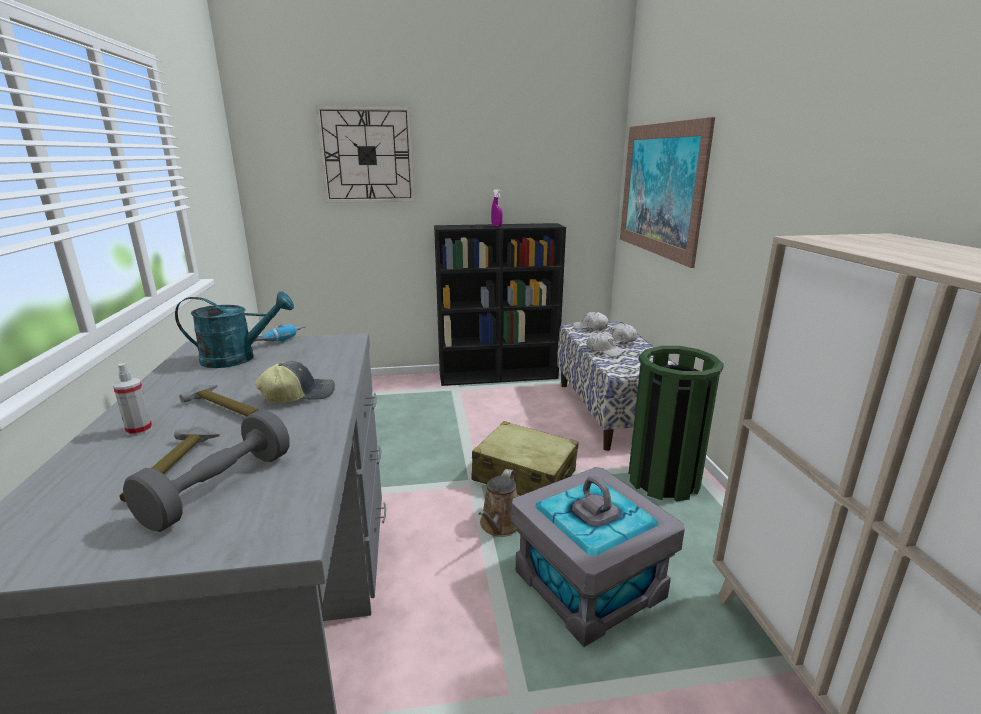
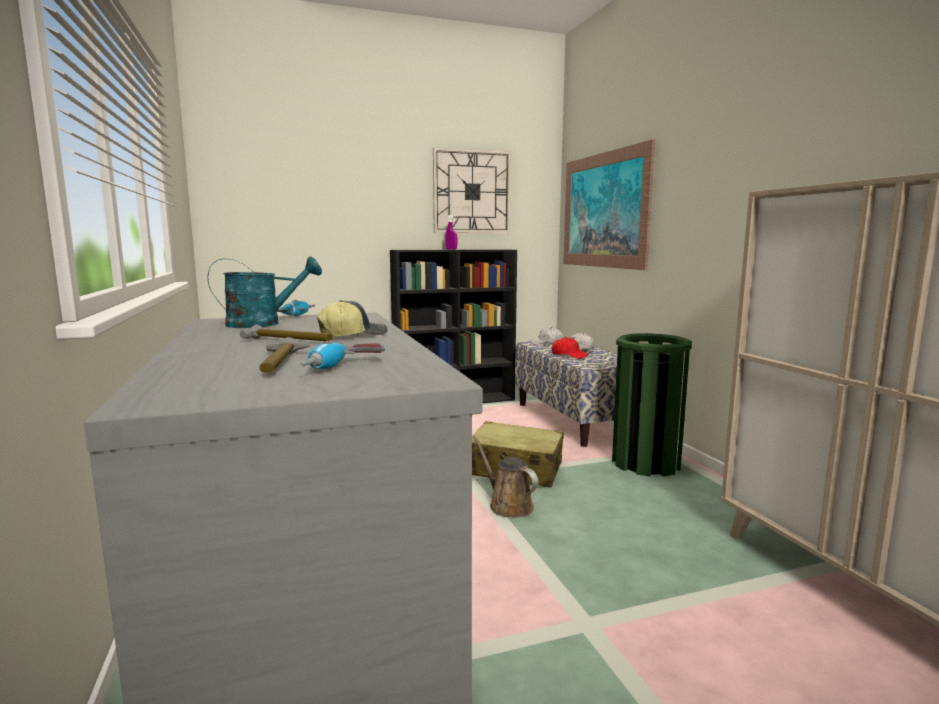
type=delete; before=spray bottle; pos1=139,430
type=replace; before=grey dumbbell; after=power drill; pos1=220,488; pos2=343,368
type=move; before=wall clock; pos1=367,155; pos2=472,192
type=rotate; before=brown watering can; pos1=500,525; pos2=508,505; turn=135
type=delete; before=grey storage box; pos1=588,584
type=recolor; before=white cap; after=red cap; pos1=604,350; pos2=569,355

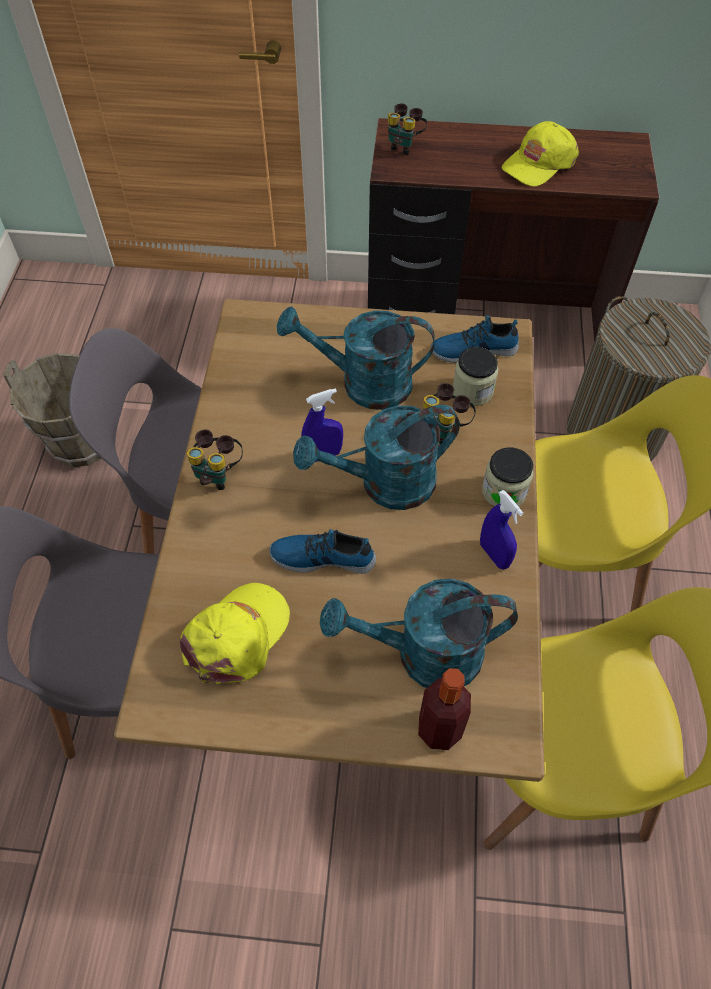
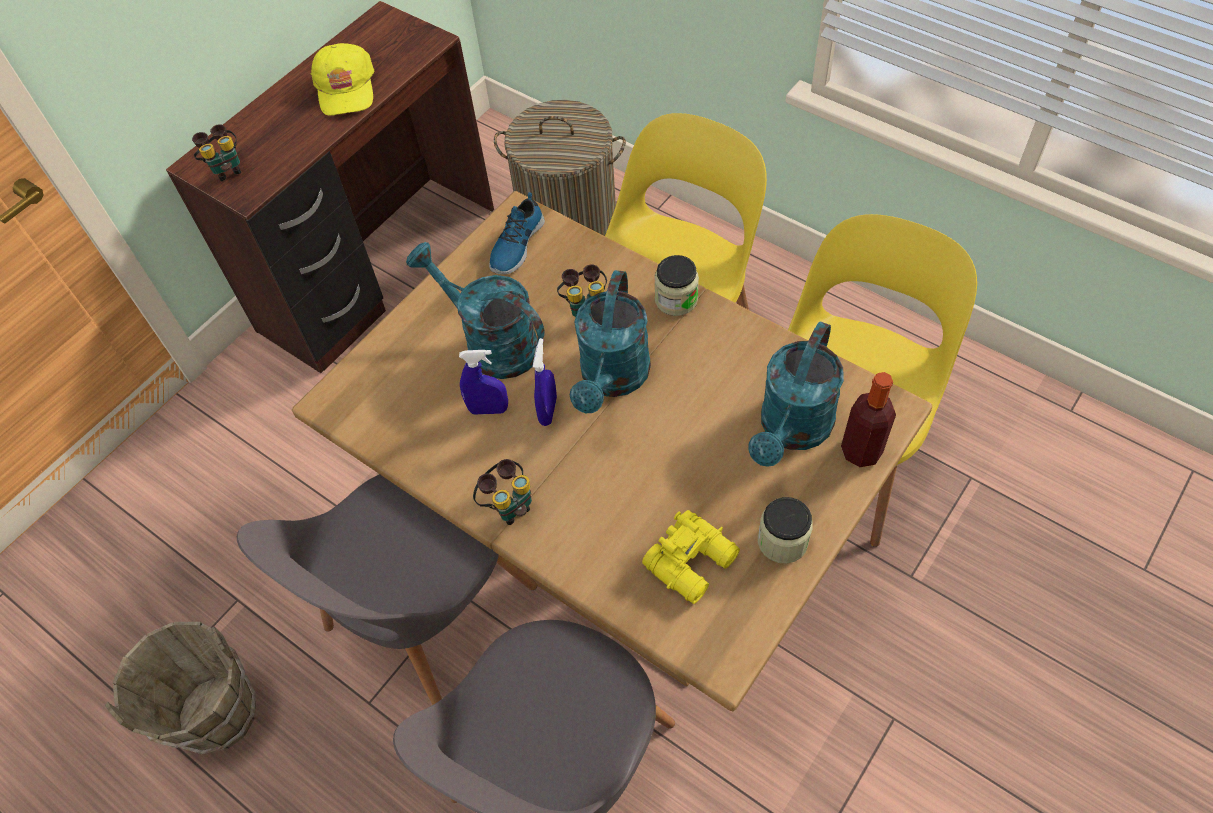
type=replace; before=yellow cap; after=yellow binoculars; pos1=237,636; pos2=693,562
type=delete; before=shoe; pos1=323,556
type=rotate; before=turquoise watering can; pos1=363,384; pos2=491,343; turn=90
type=move; before=jar; pos1=472,390; pos2=782,541
type=move; before=blue spray bottle; pos1=494,555; pos2=488,409

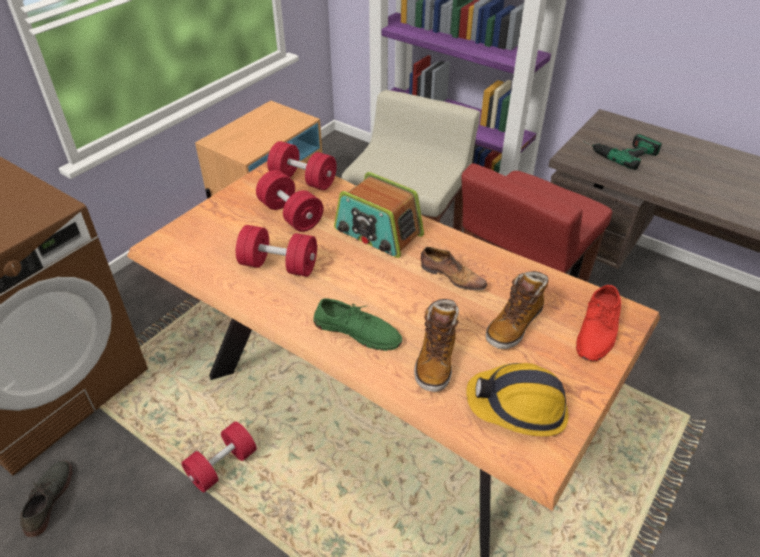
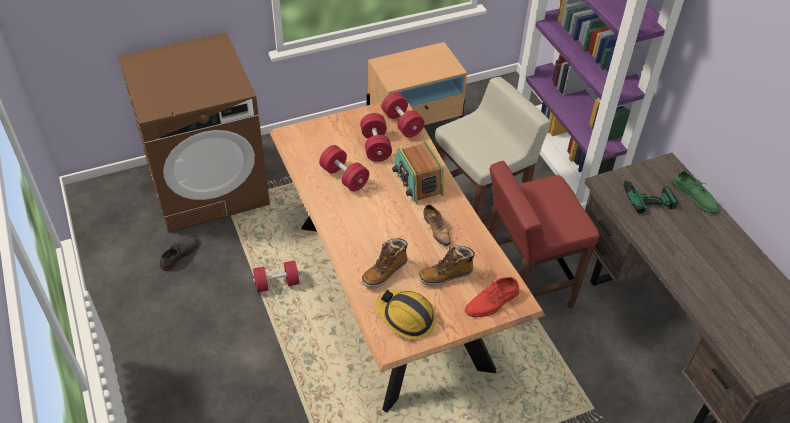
type=move; before=green shoe; pos1=357,331; pos2=694,196

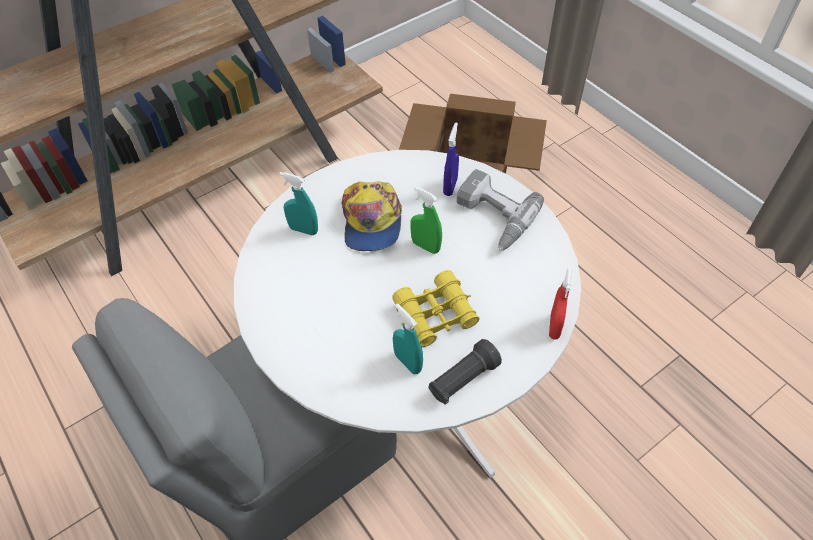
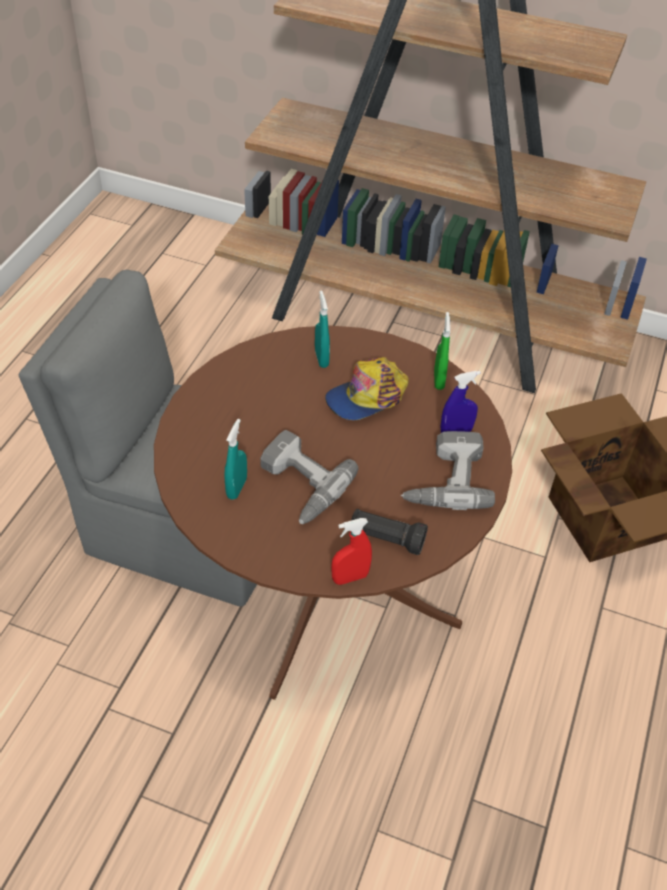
type=recolor; before=white dining table; after=brown dining table; pos1=409,379; pos2=327,580
type=replace; before=yellow binoculars; after=power drill; pos1=435,315; pos2=299,485
type=move; before=green spray bottle; pos1=425,246; pos2=439,380
type=move; before=black flashlight; pos1=462,379; pos2=386,539

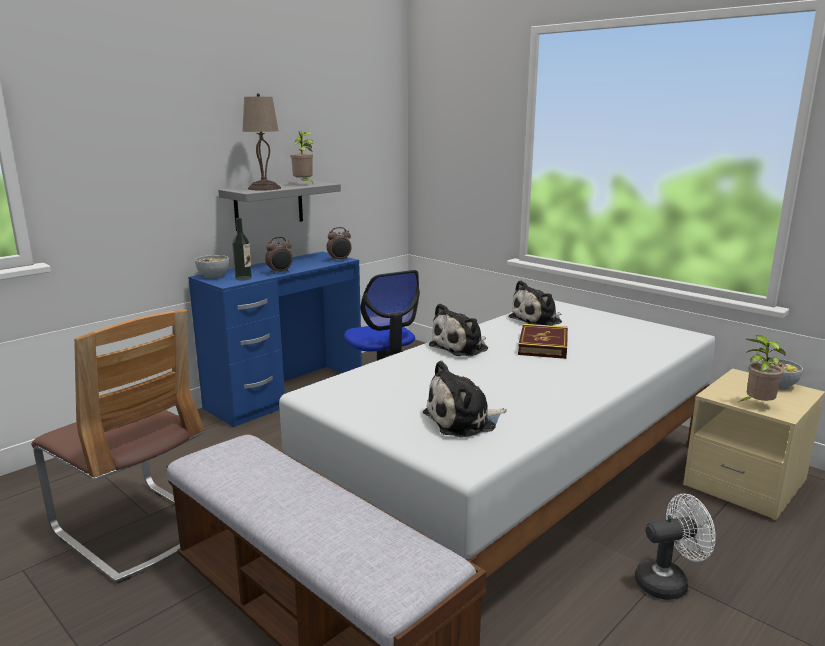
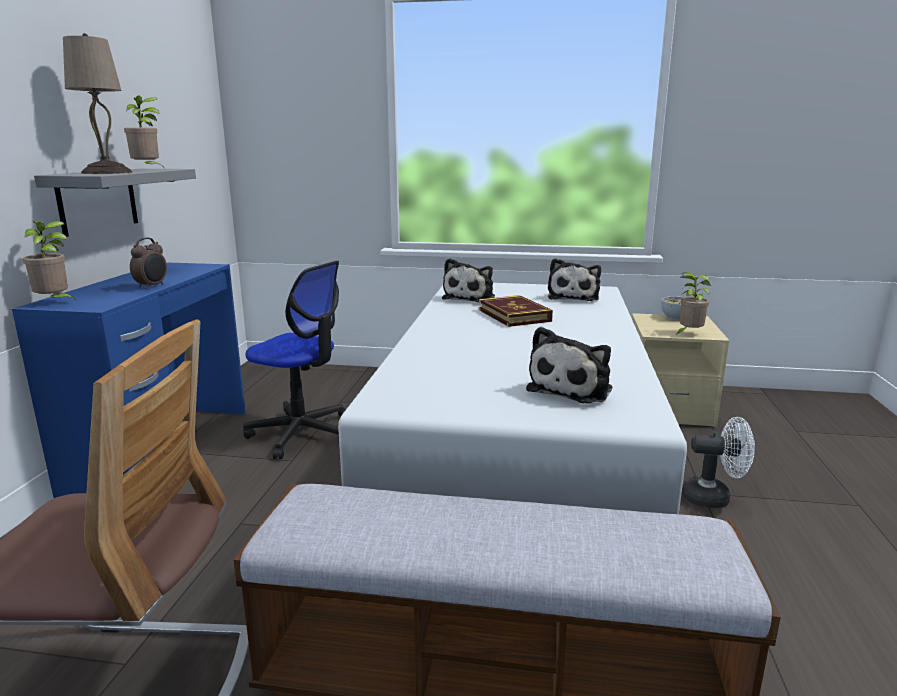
type=replace; before=bowl; after=potted plant; pos1=213,276; pos2=55,302
type=delete; before=bottle; pos1=243,278
type=delete; before=alarm clock; pos1=339,260
type=move; before=plush toy; pos1=461,347; pos2=573,297
type=rotate; before=white fan; pos1=668,582; pos2=714,497; turn=60

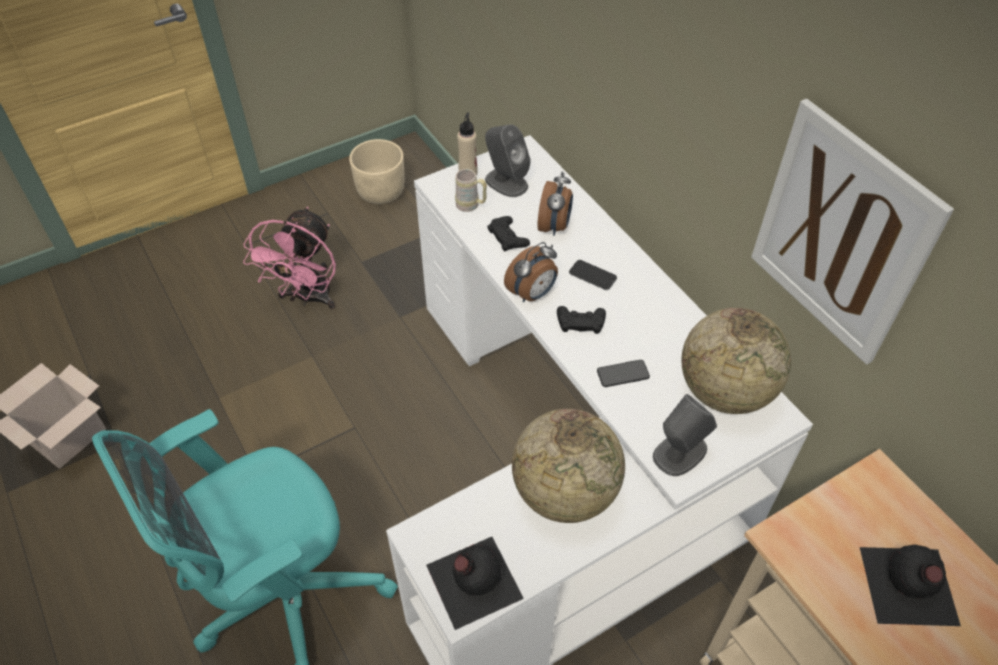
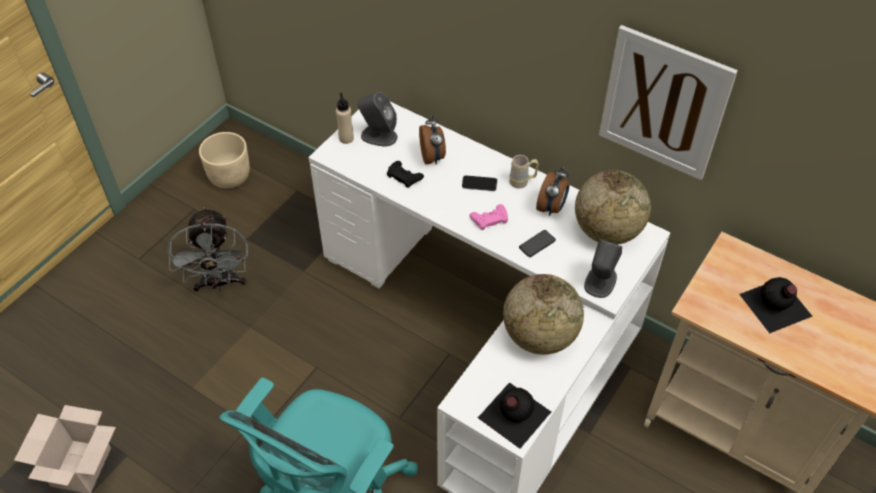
type=recolor; before=pink fan; after=grey fan; pos1=308,298; pos2=220,283
type=move; before=beige mug; pos1=471,206; pos2=522,182
type=move; before=alarm clock; pos1=532,294; pos2=552,208
type=recolor; before=black game controller; after=pink game controller; pos1=580,322; pos2=489,219

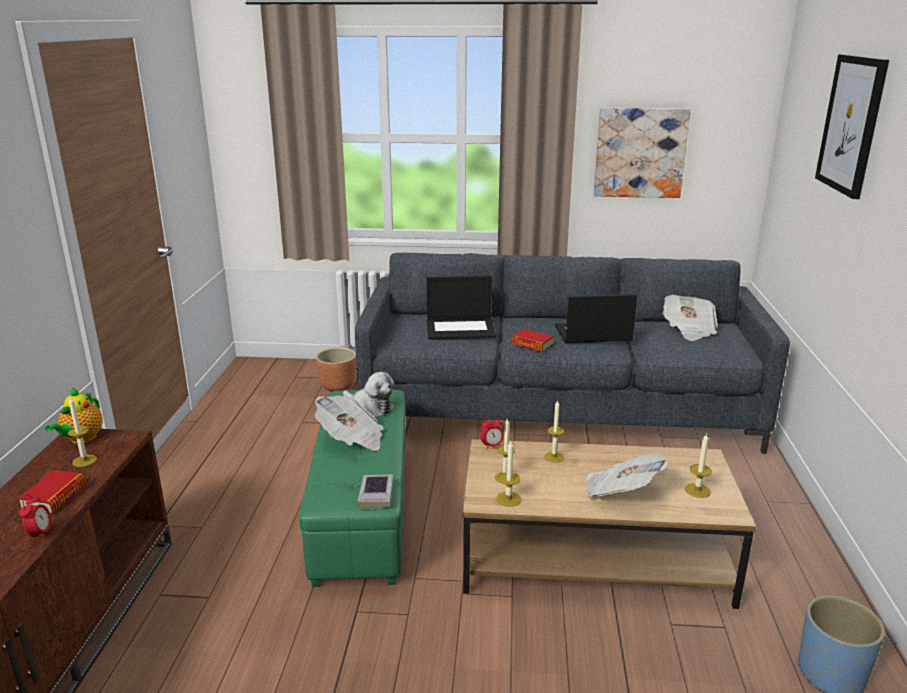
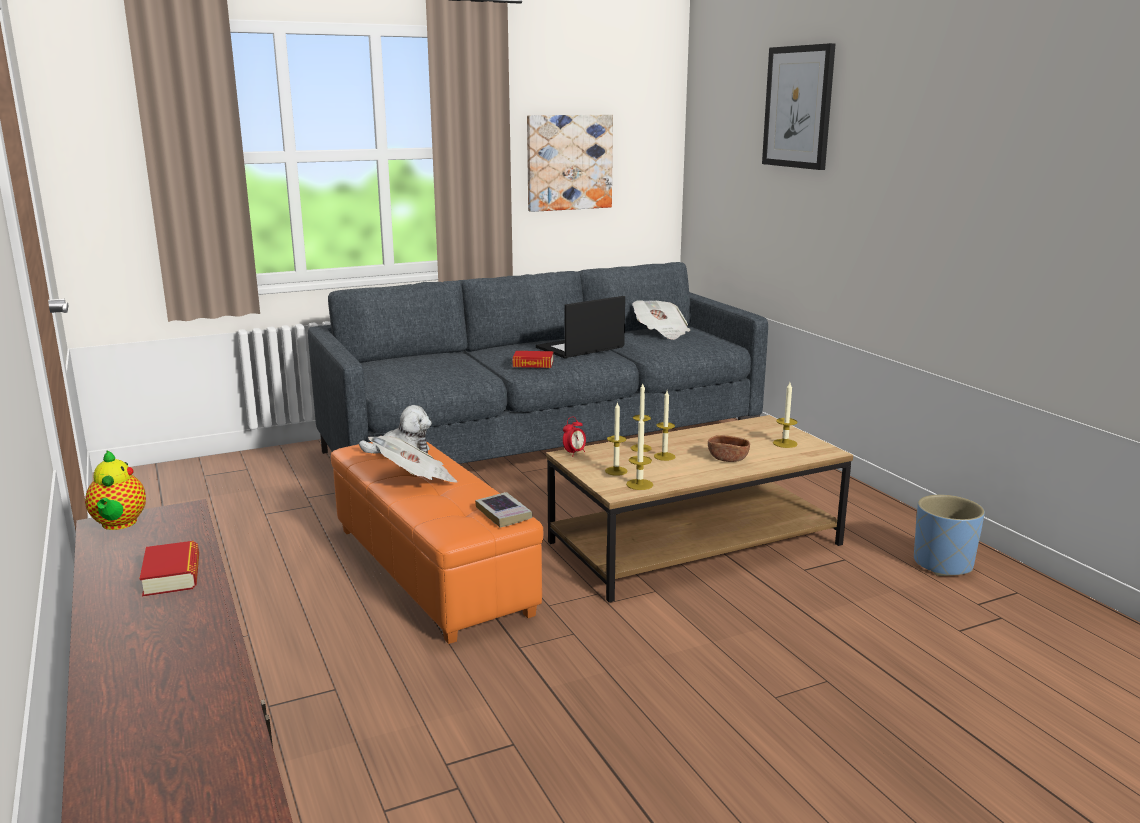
type=delete; before=alarm clock; pos1=40,534
type=move; before=candle; pos1=84,461; pos2=664,456
type=recolor; before=green ottoman; after=orange ottoman; pos1=361,510; pos2=429,569
type=delete; before=brown planter; pos1=338,386
type=delete; before=laptop; pos1=461,329
type=replace; before=newspaper; after=brown bowl; pos1=620,492; pos2=728,458

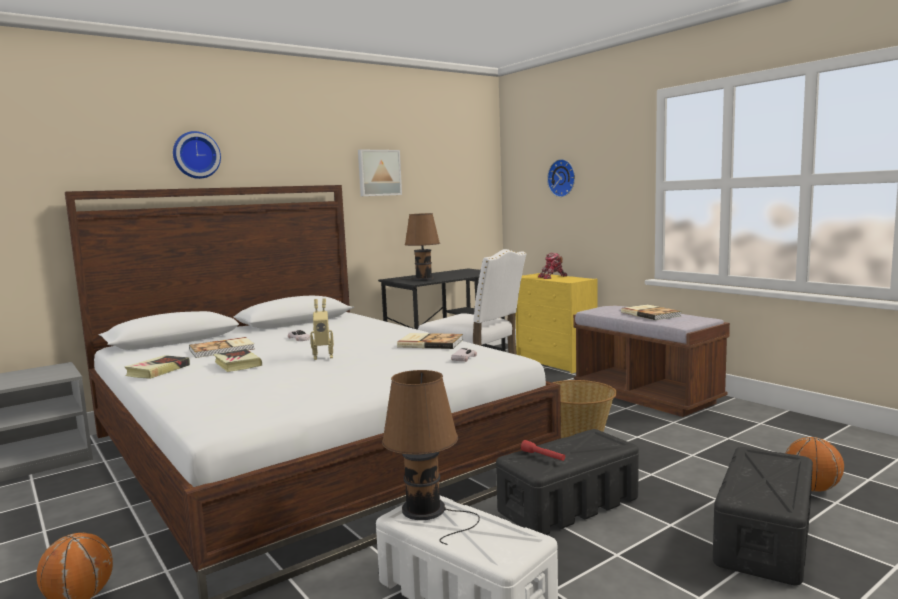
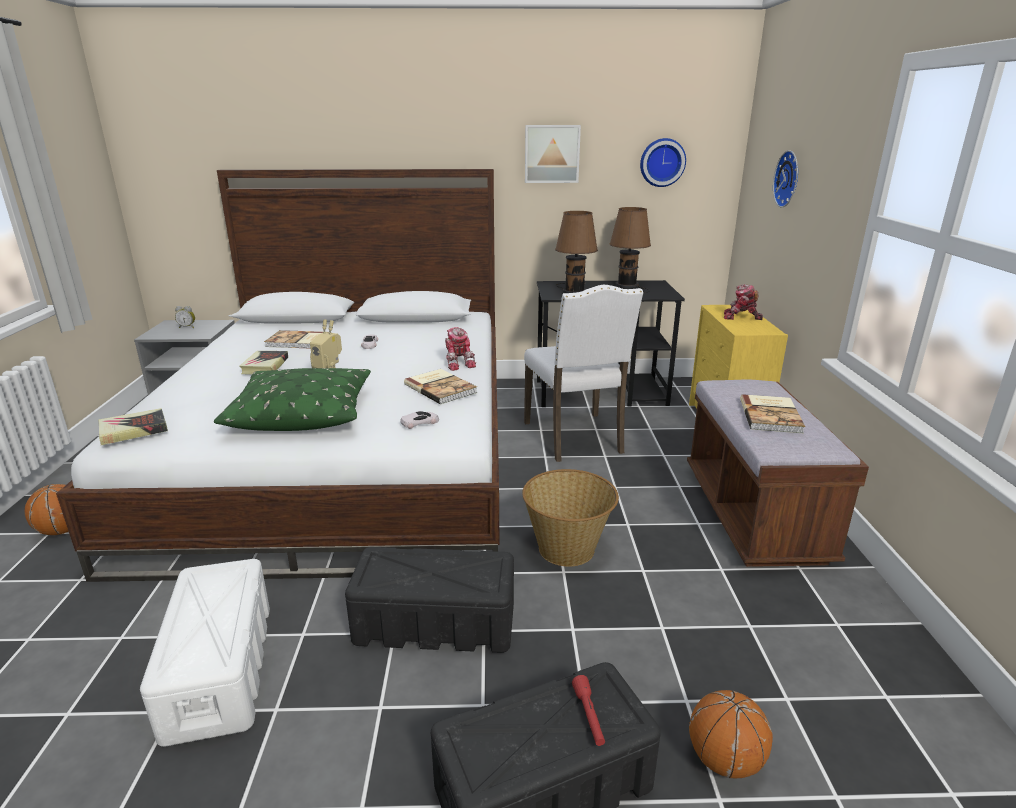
type=move; before=book; pos1=158,371; pos2=133,431
type=move; before=wall clock; pos1=196,155; pos2=662,162
type=move; before=brown table lamp; pos1=427,511; pos2=628,285
type=move; before=red flashlight; pos1=543,456; pos2=589,716
type=insert; after=alarm clock; pos2=187,327
type=insert; after=green pillow; pos2=302,413
type=insert; after=toy robot; pos2=458,363

